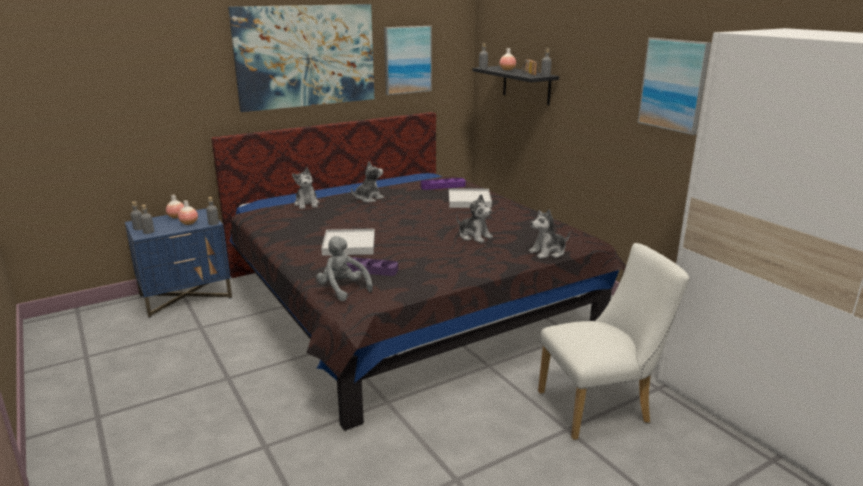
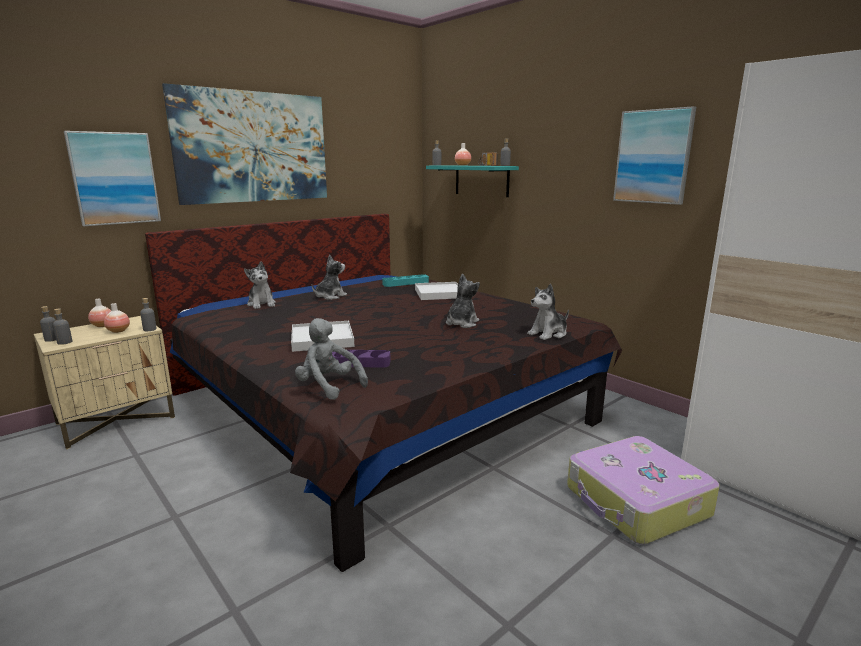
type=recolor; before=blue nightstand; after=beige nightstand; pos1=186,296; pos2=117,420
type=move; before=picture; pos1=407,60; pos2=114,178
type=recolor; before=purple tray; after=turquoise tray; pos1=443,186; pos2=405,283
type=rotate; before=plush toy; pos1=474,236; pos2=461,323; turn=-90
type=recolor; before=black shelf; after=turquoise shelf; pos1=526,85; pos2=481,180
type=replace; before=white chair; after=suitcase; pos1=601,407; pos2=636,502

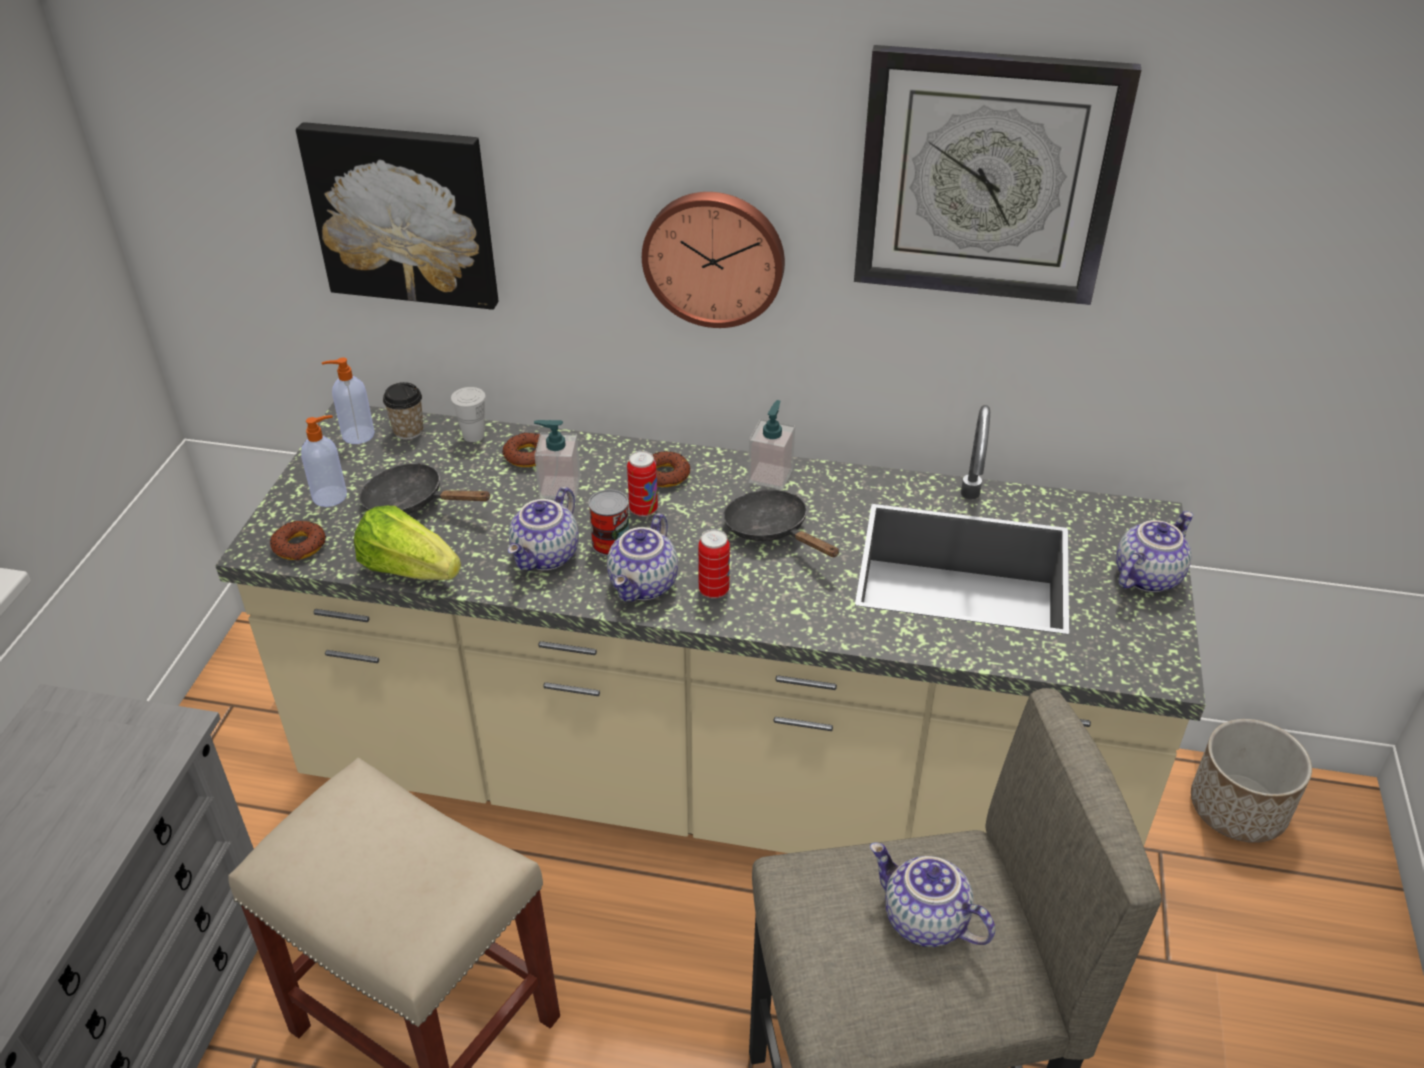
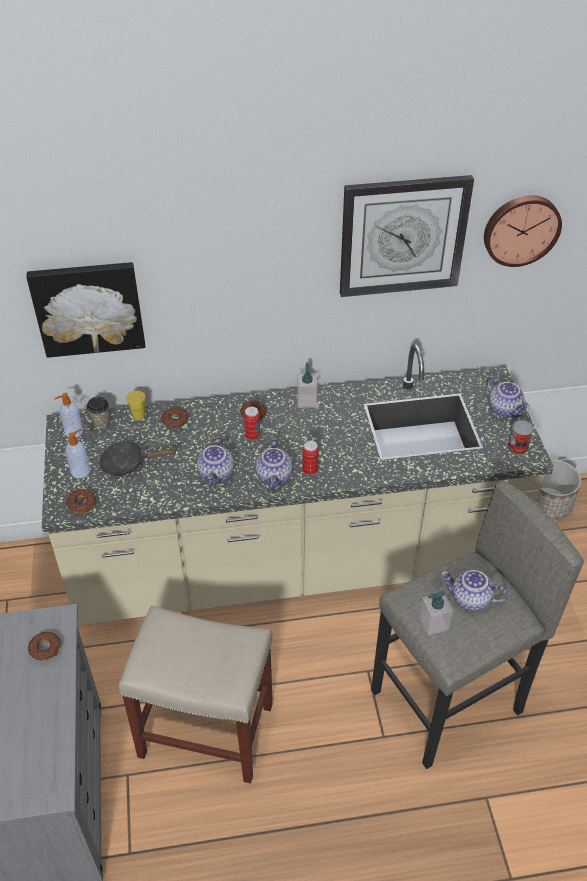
type=delete; before=lettuce; pos1=408,569
type=recolor; before=white cup; after=yellow cup; pos1=473,435; pos2=138,416
type=move; before=soap dispenser; pos1=559,487; pos2=433,623
type=move; before=can; pos1=611,543; pos2=517,447
type=move; before=wall clock; pos1=714,257; pos2=521,229
type=delete; before=black frying pan; pos1=772,530
type=rotate; before=teapot; pos1=1146,575; pos2=505,409; turn=120
type=insert; after=donut; pos2=45,648

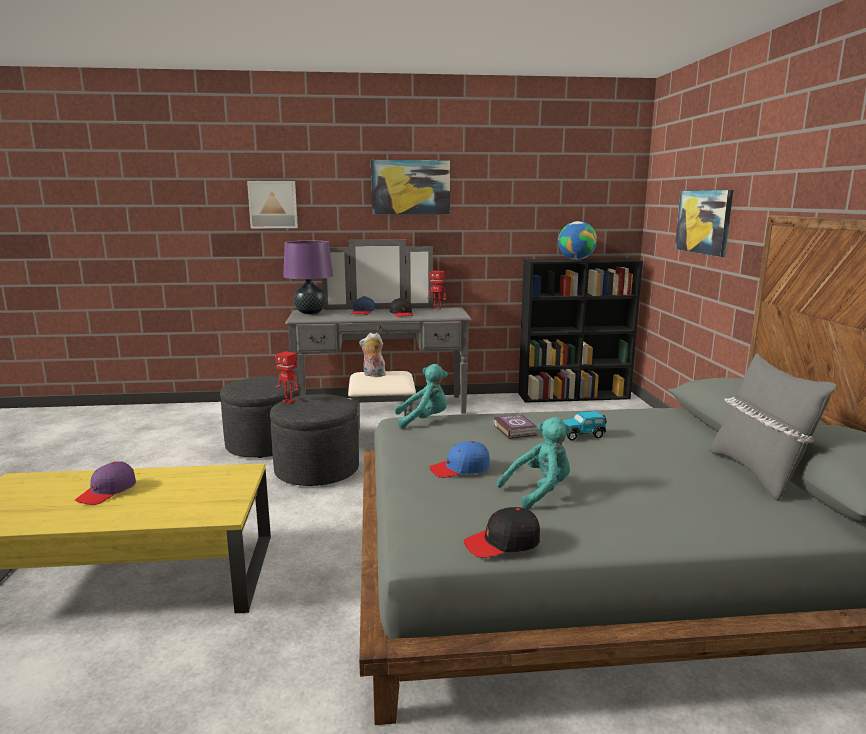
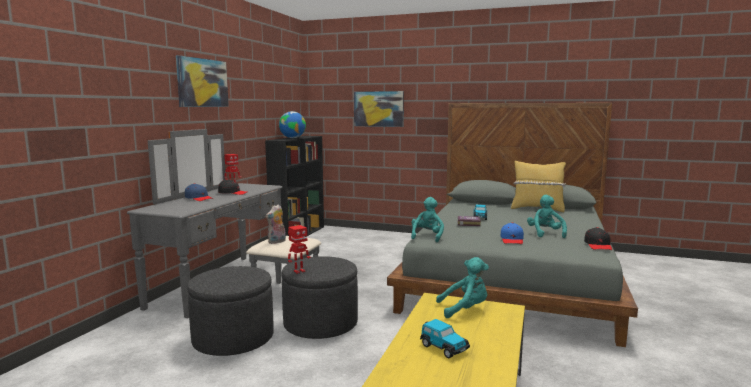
type=replace; before=purple cap; after=toy car; pos1=107,491; pos2=443,347
type=delete; before=picture; pos1=273,204
type=delete; before=purple table lamp; pos1=310,313
type=recolor; before=grey pillow; after=yellow pillow; pos1=758,473; pos2=537,209
type=insert; after=turquoise plush toy; pos2=465,309

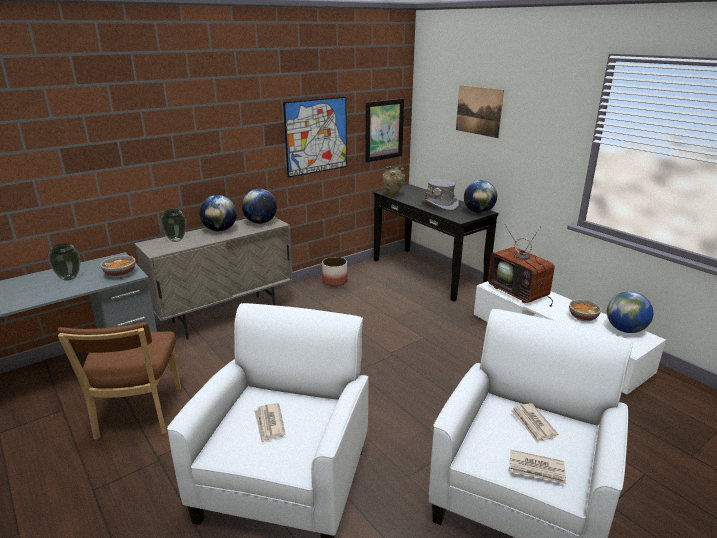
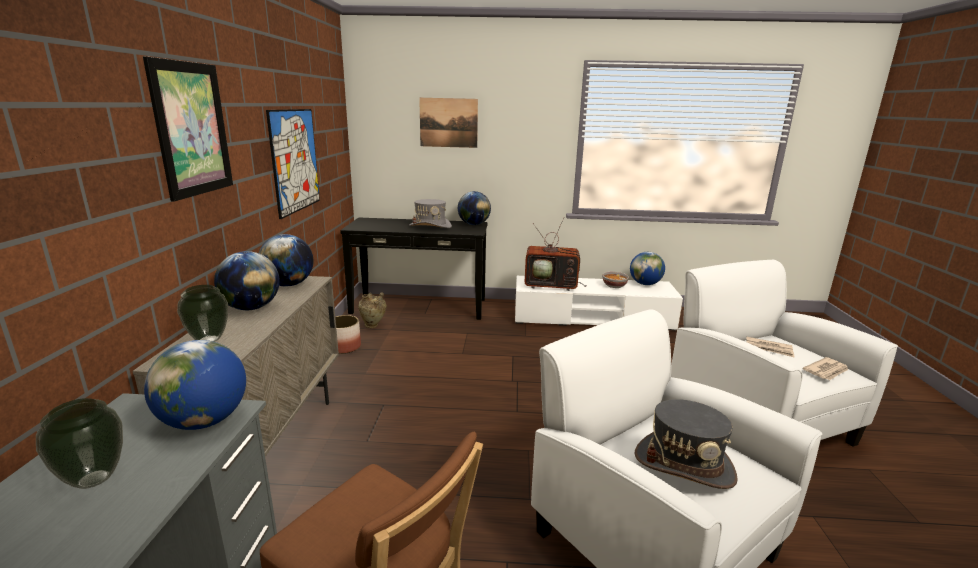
type=replace; before=bowl; after=globe; pos1=120,274; pos2=205,421
type=replace; before=newspaper; after=grey hat; pos1=269,424; pos2=684,464
type=move; before=picture; pos1=384,130; pos2=192,129
type=move; before=beige vase; pos1=393,195; pos2=373,326

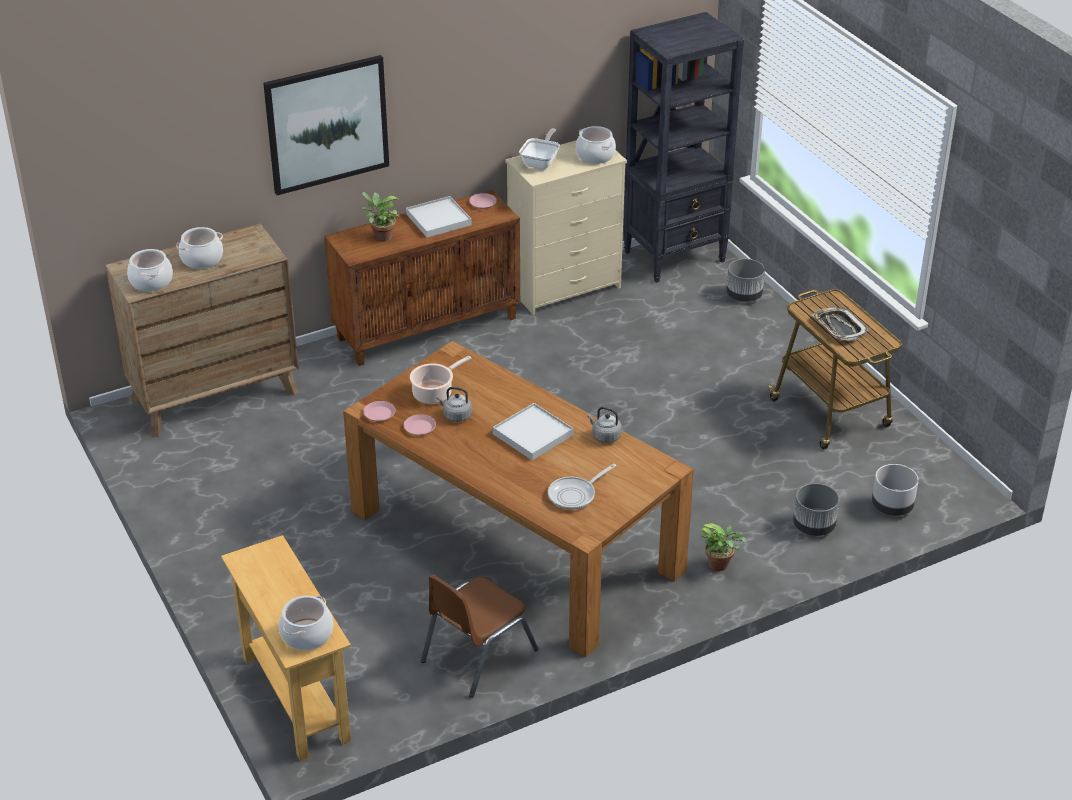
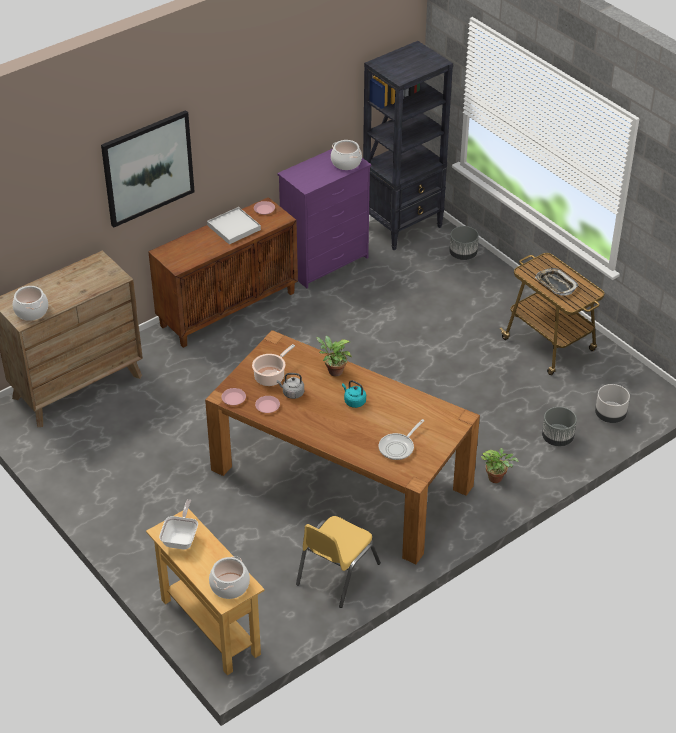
type=delete; before=cooking pot; pos1=202,259
type=move; before=potted plant; pos1=381,237; pos2=333,371
type=recolor; before=brown chair; after=yellow chair; pos1=477,655; pos2=337,574
type=replace; before=white tray; after=turquoise kettle; pos1=532,434; pos2=354,401
type=recolor; before=beige dresser; after=purple dresser; pos1=565,288; pos2=326,262
type=move; before=frying pan; pos1=541,162; pos2=181,538
type=delete; before=grey kettle; pos1=604,436

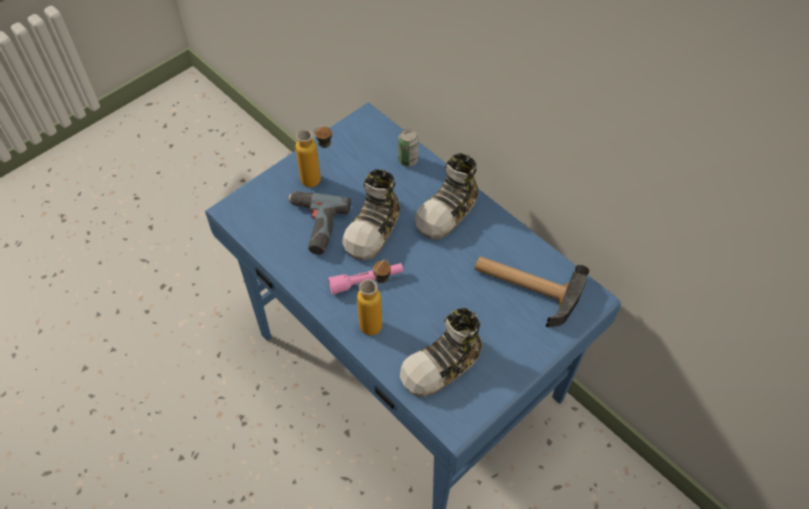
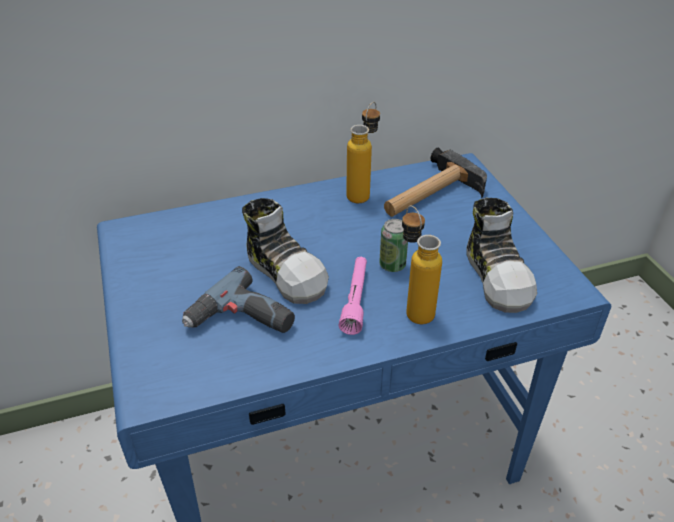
type=move; before=bottle; pos1=319,181; pos2=362,192
type=move; before=can; pos1=408,160; pos2=392,265
type=delete; before=shoe; pos1=448,211

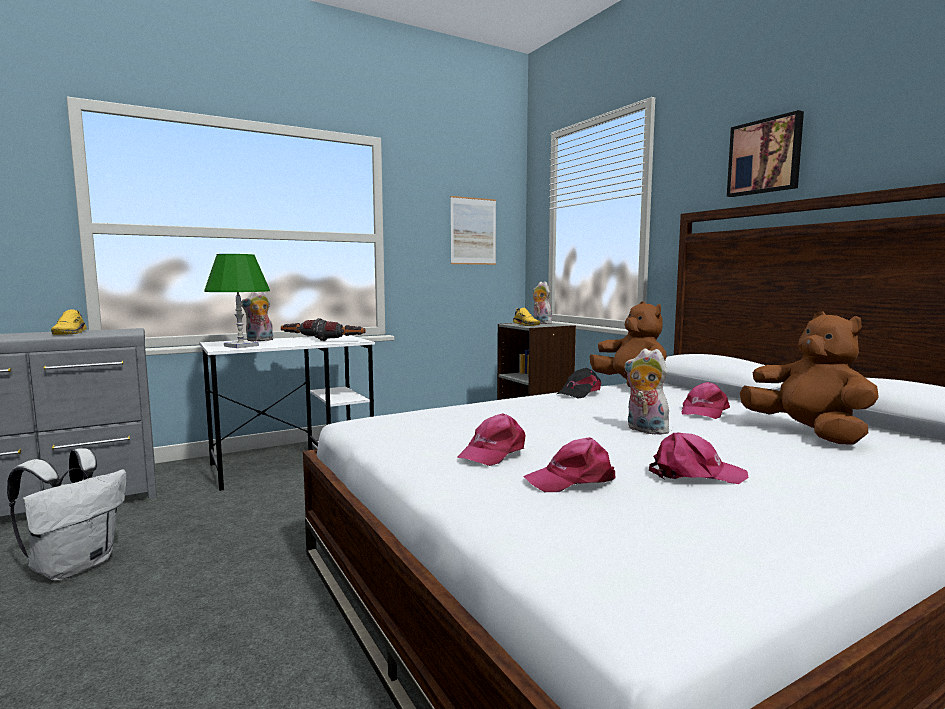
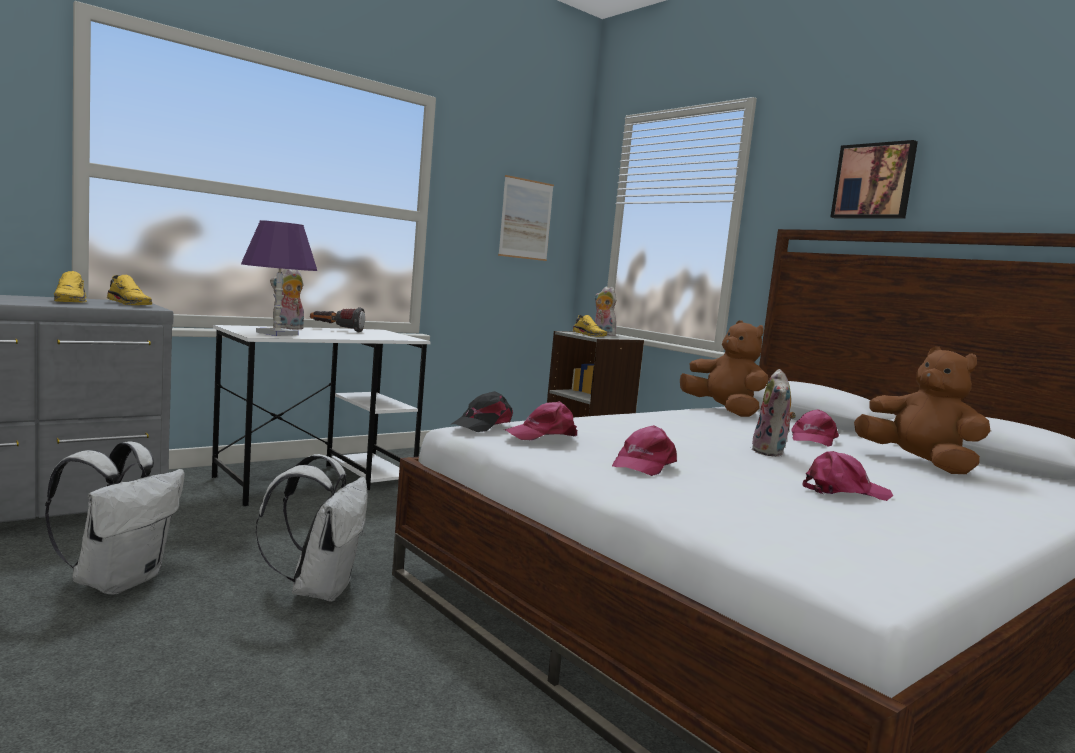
type=recolor; before=green table lamp; after=purple table lamp; pos1=241,346; pos2=277,333
type=delete; before=flashlight; pos1=342,341
type=move; before=pink cap; pos1=572,480; pos2=542,435
type=move; before=black cap; pos1=579,393; pos2=482,425
type=rotate; before=plush toy; pos1=644,430; pos2=771,452; turn=-120
type=insert; after=yellow shoe; pos2=130,304
type=insert; after=white backpack; pos2=319,589

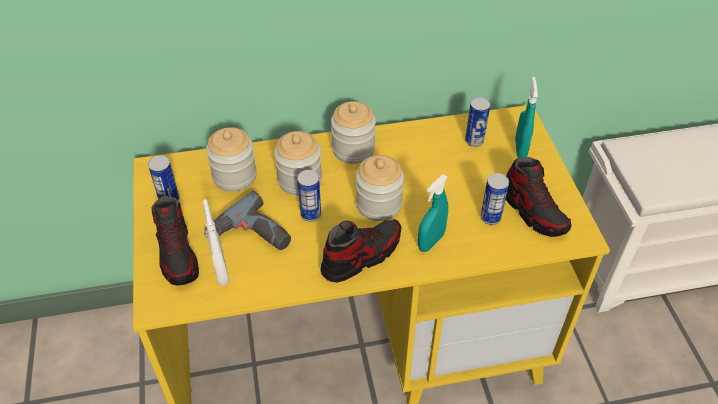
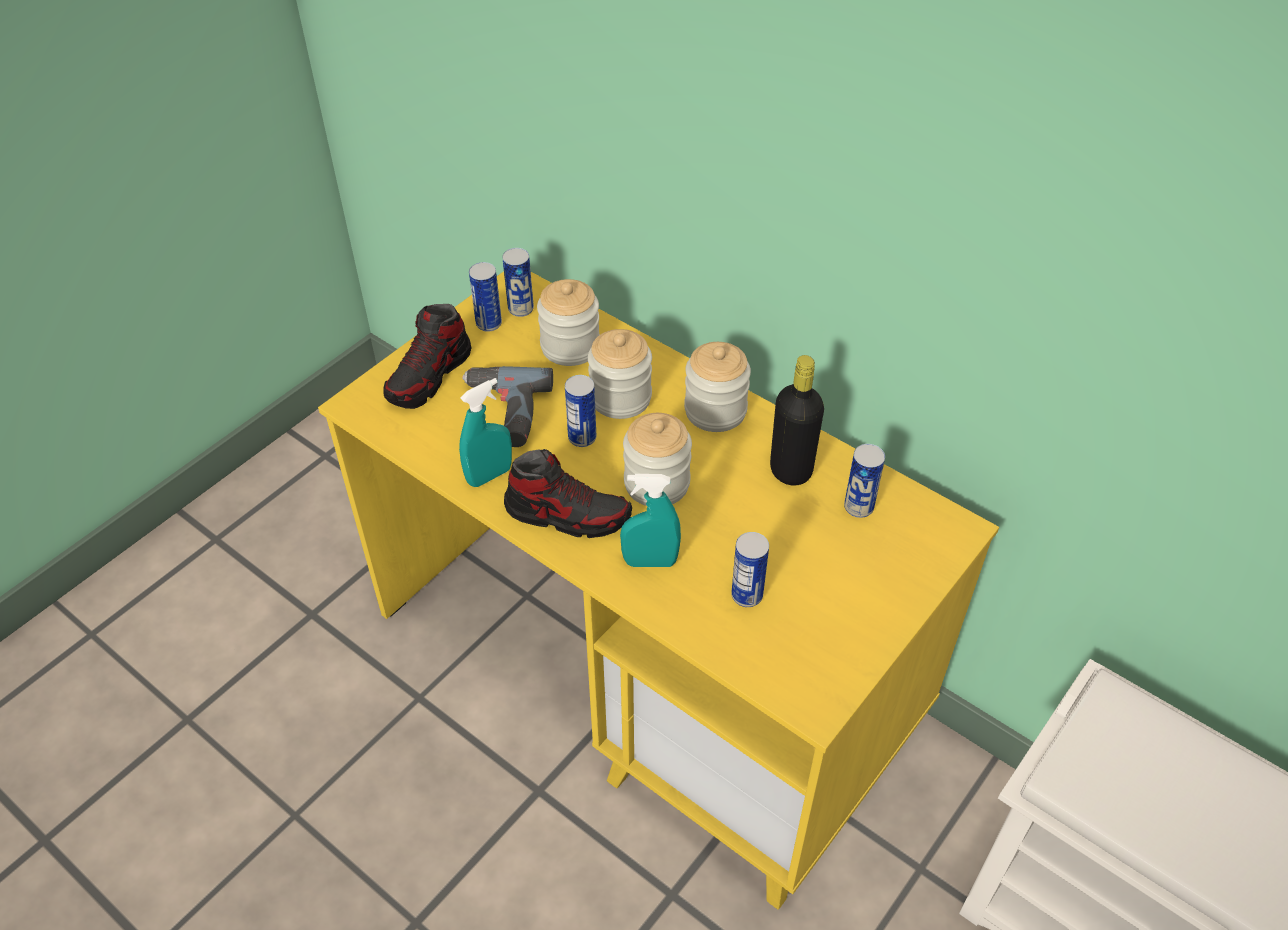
type=delete; before=white spray bottle; pos1=221,272
type=delete; before=shoe; pos1=533,211
type=move; before=turquoise spray bottle; pos1=520,149; pos2=489,475
type=insert; after=can; pos2=521,309
type=insert; after=black bottle; pos2=791,470

